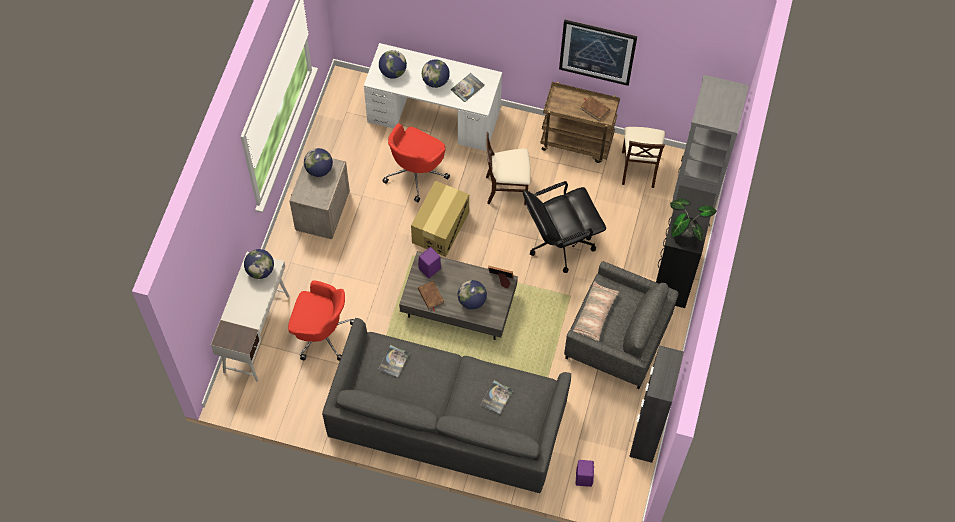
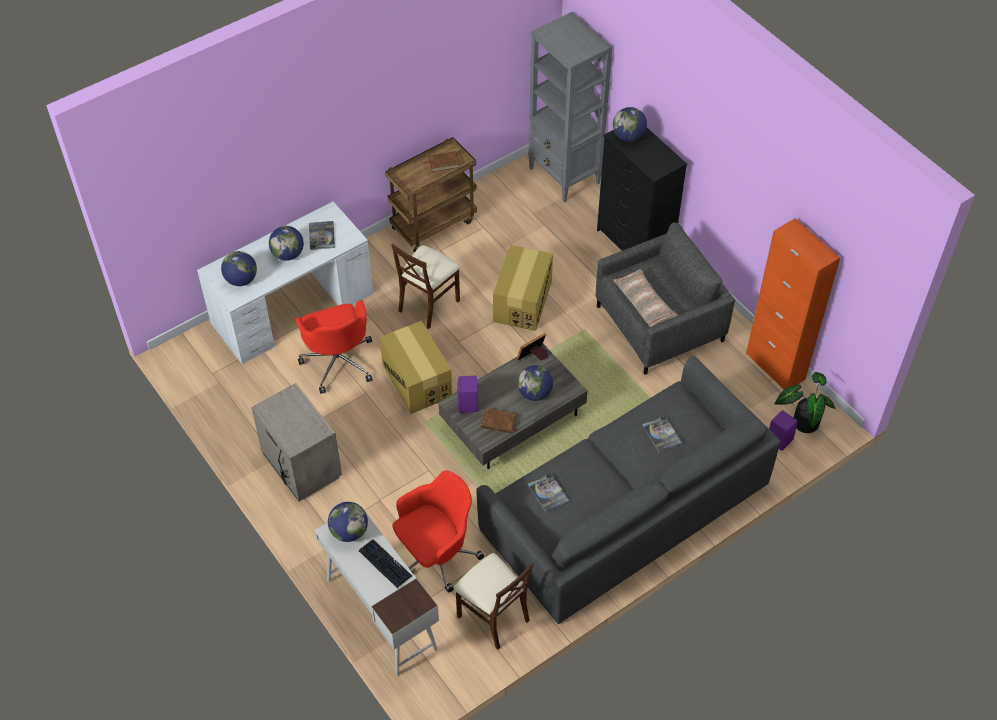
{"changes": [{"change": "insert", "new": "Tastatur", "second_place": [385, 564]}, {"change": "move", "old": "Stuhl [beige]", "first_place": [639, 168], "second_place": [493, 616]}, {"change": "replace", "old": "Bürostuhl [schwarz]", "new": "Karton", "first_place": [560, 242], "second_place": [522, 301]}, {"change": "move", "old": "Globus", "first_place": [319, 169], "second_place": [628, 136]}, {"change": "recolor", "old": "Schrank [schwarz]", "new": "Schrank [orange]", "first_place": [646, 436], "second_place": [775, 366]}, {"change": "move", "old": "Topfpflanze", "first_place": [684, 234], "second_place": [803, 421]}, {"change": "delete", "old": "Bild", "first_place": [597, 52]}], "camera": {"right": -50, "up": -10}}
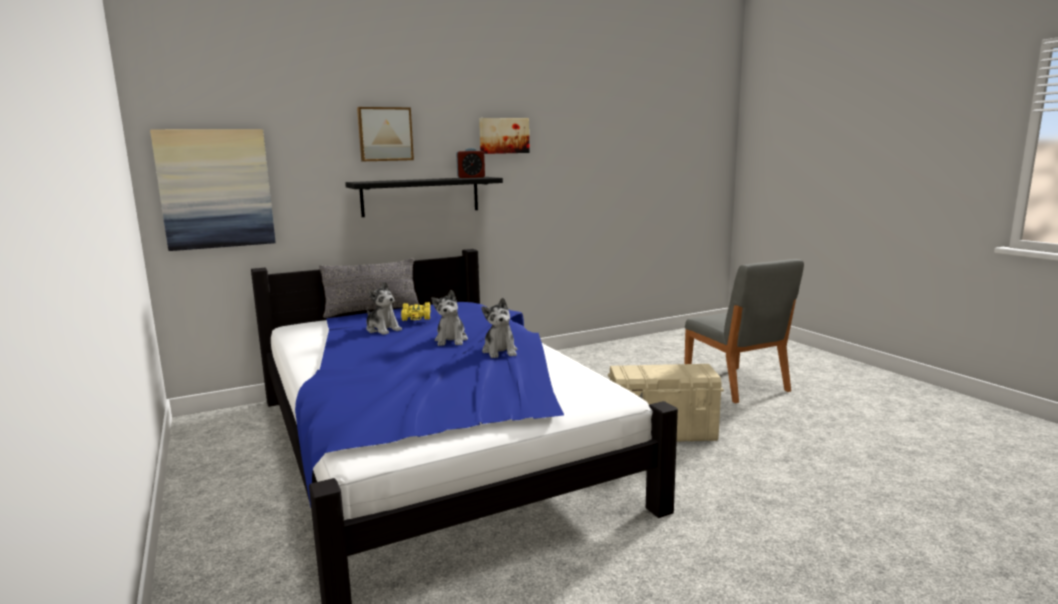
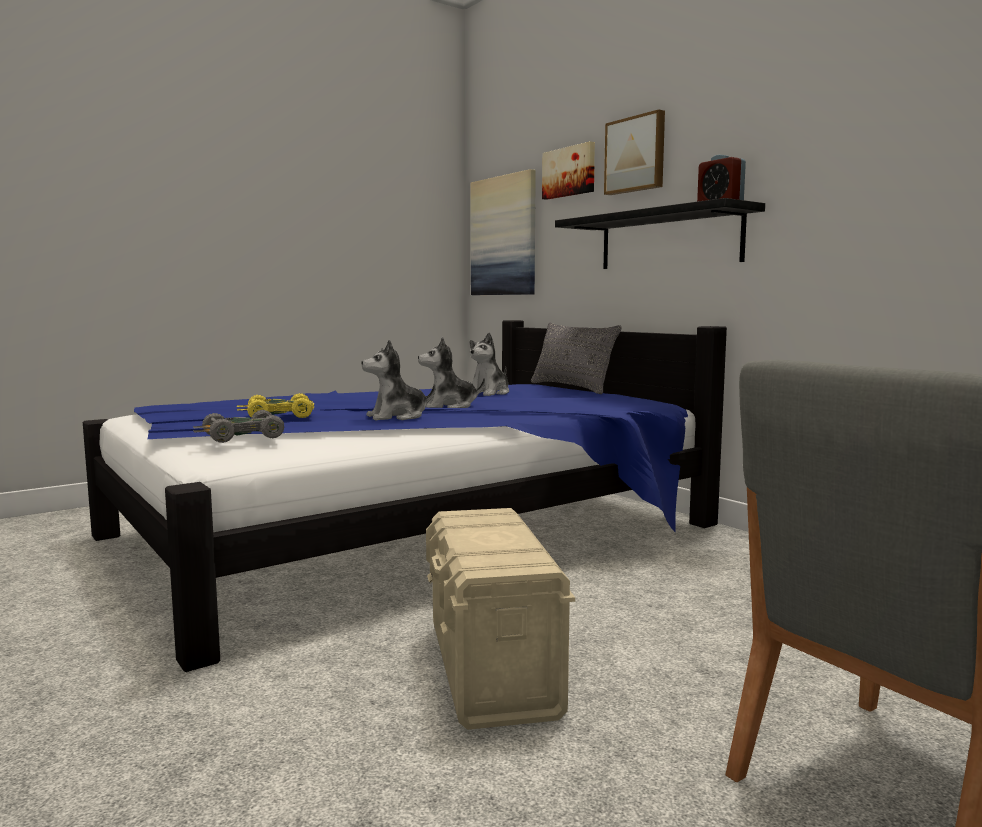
{"changes": [{"change": "insert", "new": "Spielzeugauto [grau]", "second_place": [242, 437]}, {"change": "move", "old": "Spielzeugauto [gelb]", "first_place": [416, 317], "second_place": [278, 416]}, {"change": "move", "old": "Bild", "first_place": [503, 135], "second_place": [569, 172]}], "camera": {"right": 80, "up": -5}}
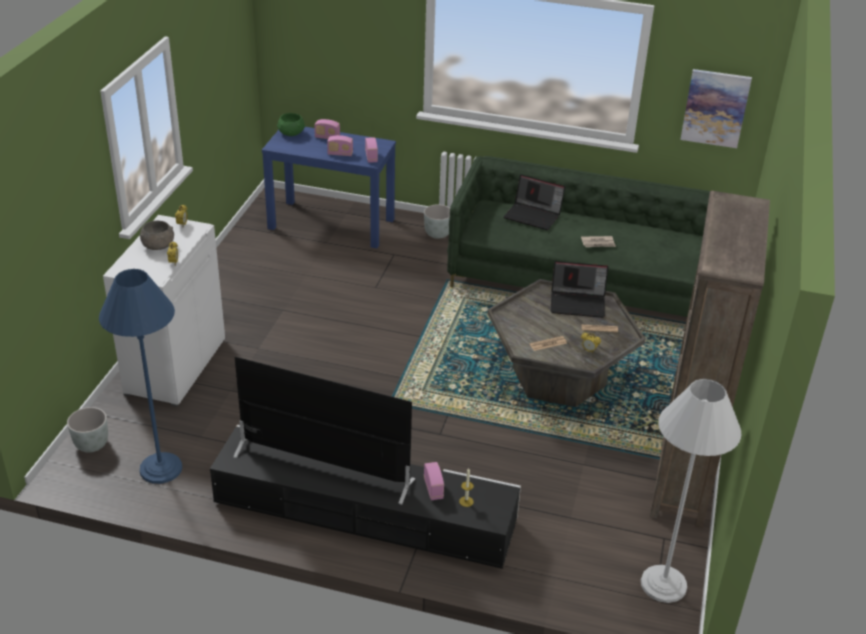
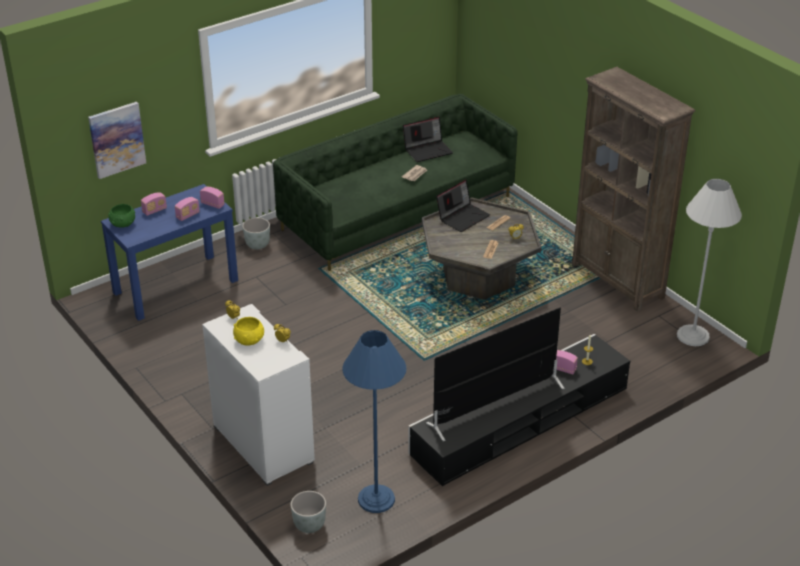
{"changes": [{"change": "move", "old": "Bild", "first_place": [715, 108], "second_place": [117, 139]}, {"change": "recolor", "old": "Schüssel [grau]", "new": "Schüssel [gelb]", "first_place": [158, 246], "second_place": [249, 340]}, {"change": "move", "old": "Laptop", "first_place": [533, 215], "second_place": [428, 150]}], "camera": {"right": -50, "up": 0}}
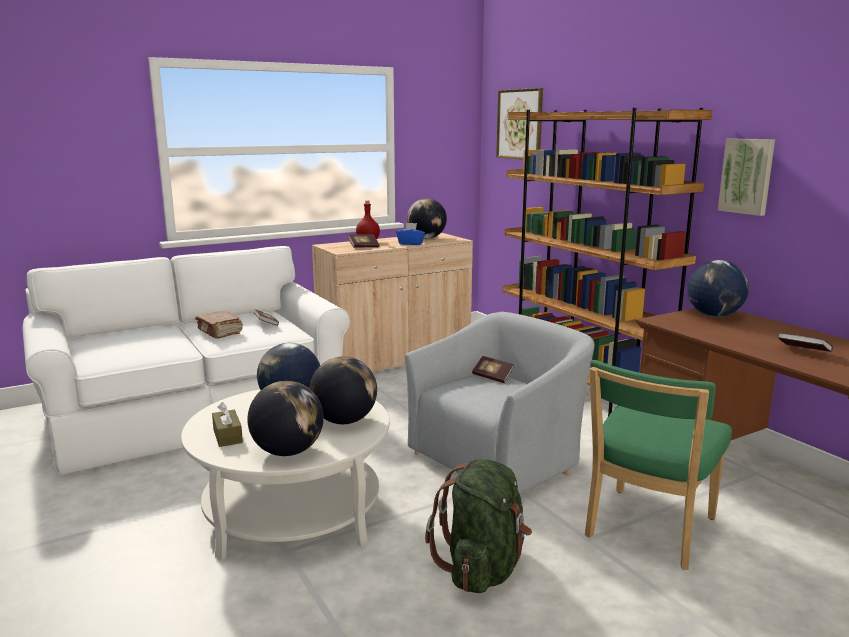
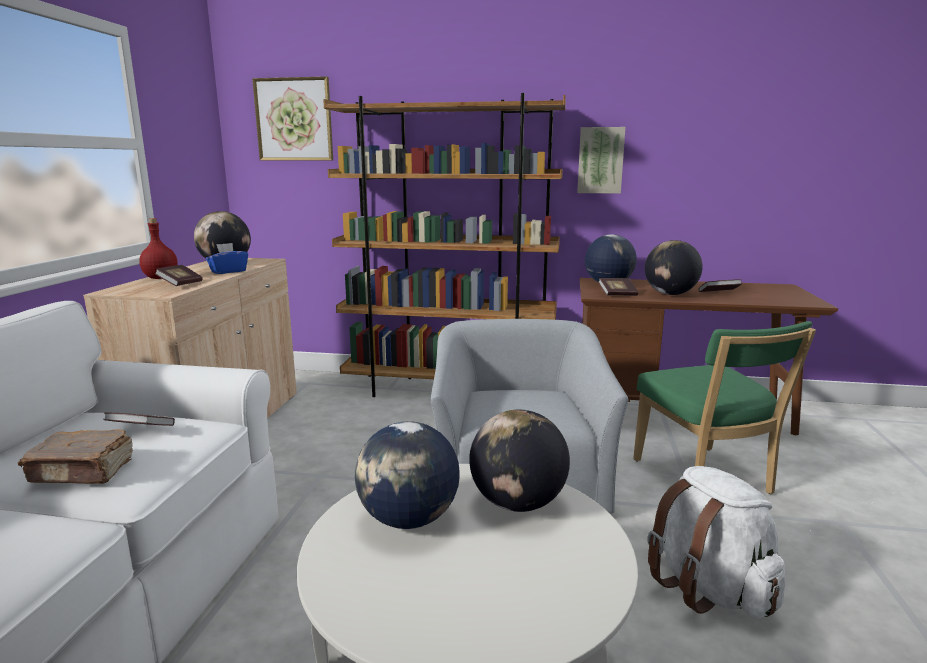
{"changes": [{"change": "move", "old": "Buch", "first_place": [492, 377], "second_place": [617, 295]}, {"change": "move", "old": "Globus", "first_place": [288, 451], "second_place": [670, 294]}, {"change": "recolor", "old": "Rucksack [grün]", "new": "Rucksack [weiß]", "first_place": [482, 568], "second_place": [709, 588]}, {"change": "delete", "old": "Taschentuchbox [braun]", "first_place": [227, 436]}], "camera": {"right": -50, "up": 0}}
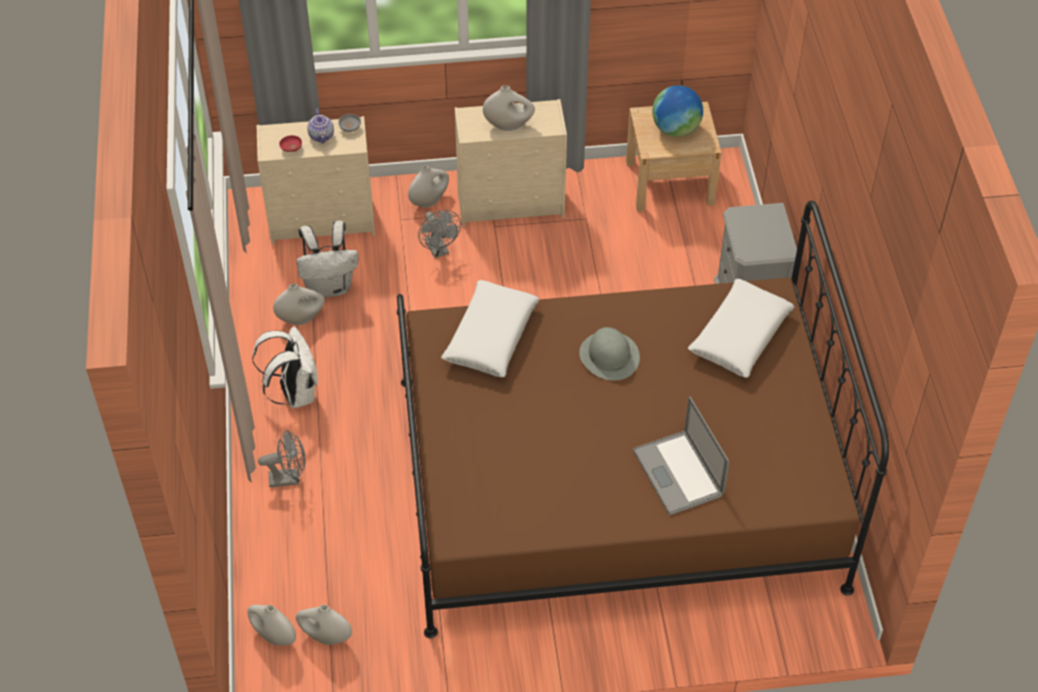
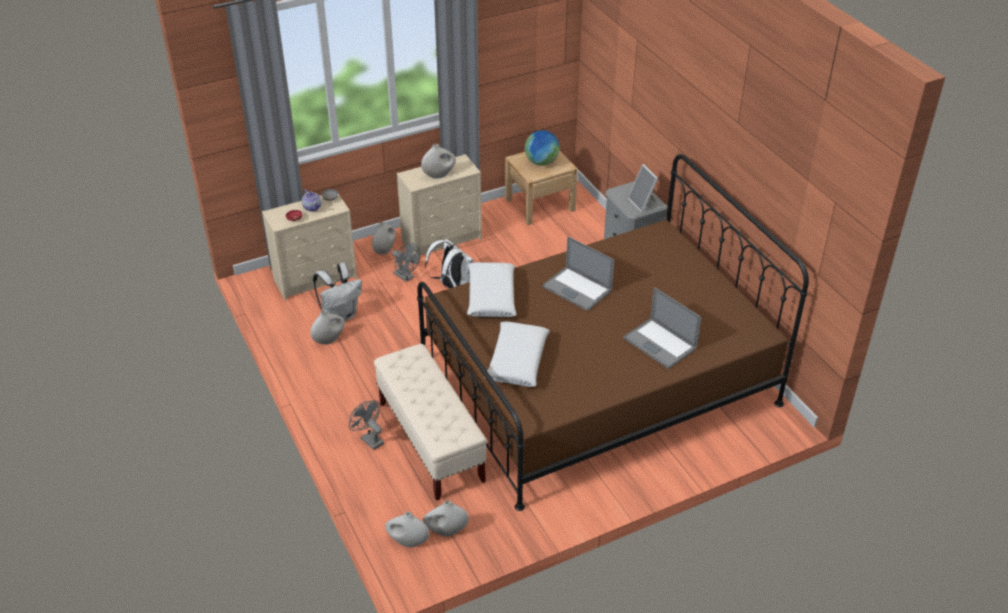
{"changes": [{"change": "rotate", "old": "Ventilator [grau]", "first_place": [289, 478], "second_place": [369, 439], "degrees": -105}, {"change": "insert", "new": "Bank [beige]", "second_place": [431, 442]}, {"change": "move", "old": "Rucksack [weiß]", "first_place": [294, 393], "second_place": [452, 287]}, {"change": "move", "old": "Kissen [weiß]", "first_place": [740, 335], "second_place": [517, 361]}, {"change": "replace", "old": "Hut [grau]", "new": "Laptop", "first_place": [609, 356], "second_place": [577, 289]}, {"change": "insert", "new": "Bilderrahmen", "second_place": [643, 203]}], "camera": {"right": -20, "up": -10}}
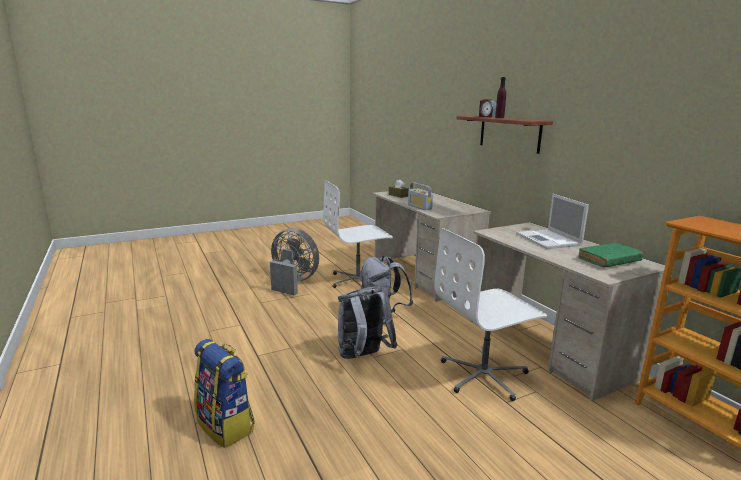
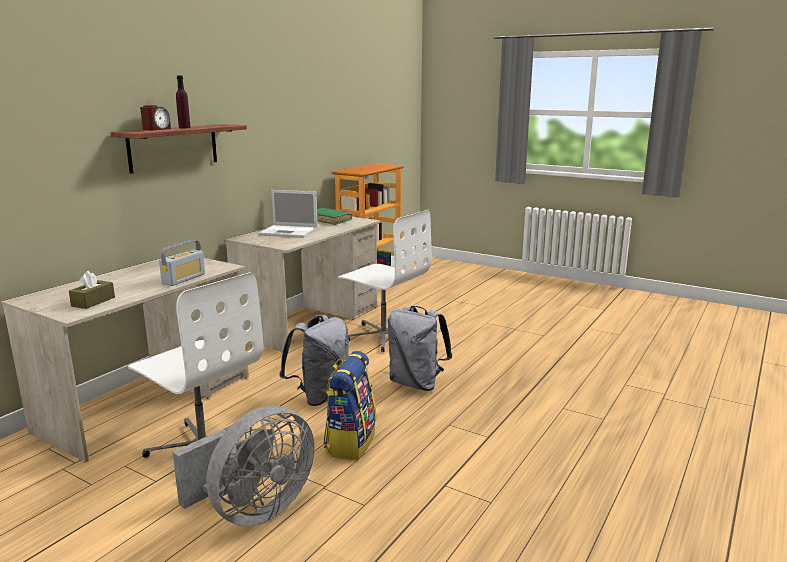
{"changes": [{"change": "rotate", "old": "Ventilator [grau]", "first_place": [293, 282], "second_place": [253, 511], "degrees": -135}, {"change": "rotate", "old": "Laptop", "first_place": [549, 240], "second_place": [289, 232], "degrees": 60}, {"change": "move", "old": "Rucksack", "first_place": [226, 425], "second_place": [350, 442]}], "camera": {"right": -120, "up": 0}}
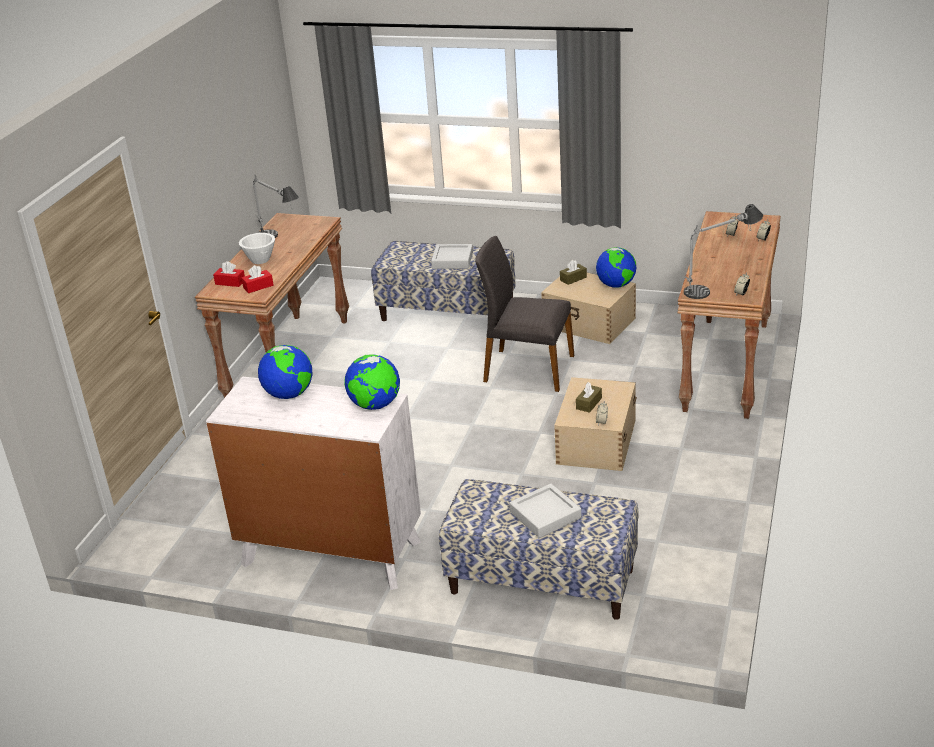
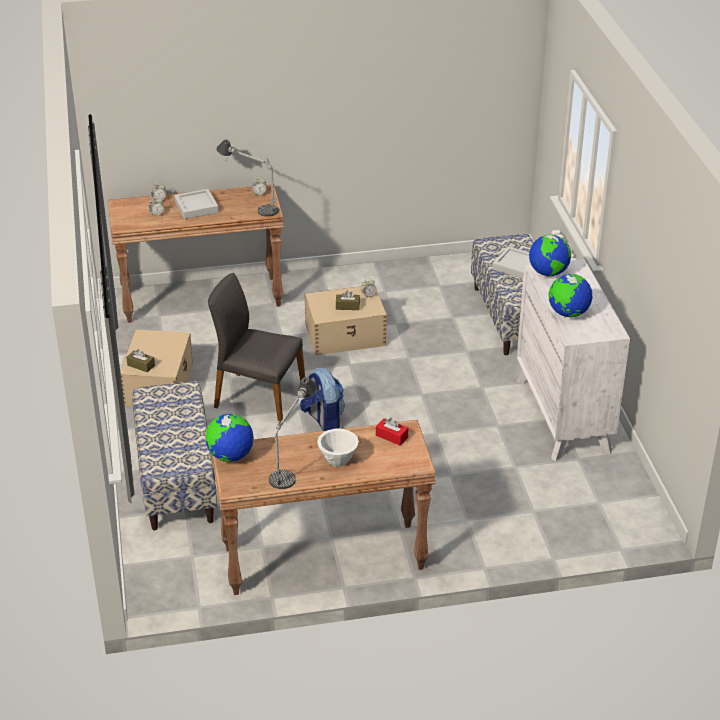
{"changes": [{"change": "move", "old": "Tablett [grau]", "first_place": [452, 260], "second_place": [196, 207]}, {"change": "move", "old": "Globus", "first_place": [616, 285], "second_place": [230, 456]}, {"change": "rotate", "old": "Stuhl [grau]", "first_place": [527, 369], "second_place": [258, 397], "degrees": 120}, {"change": "insert", "new": "Rucksack", "second_place": [323, 420]}, {"change": "delete", "old": "Taschentuchbox [rot]", "first_place": [230, 282]}], "camera": {"right": -120, "up": 5}}
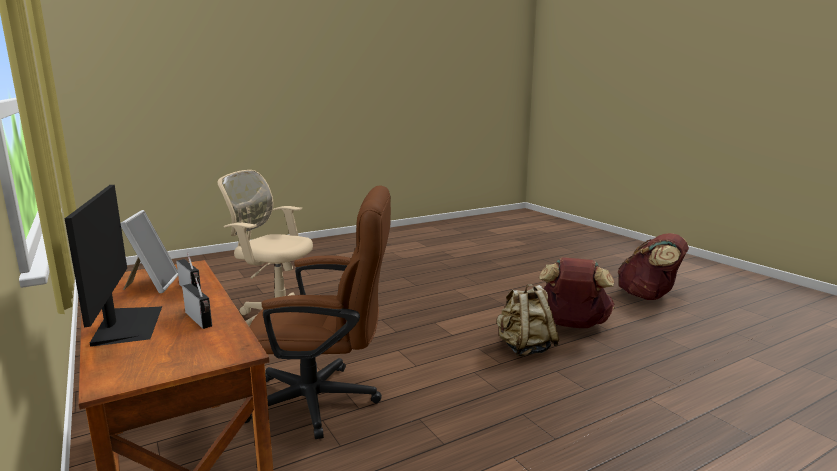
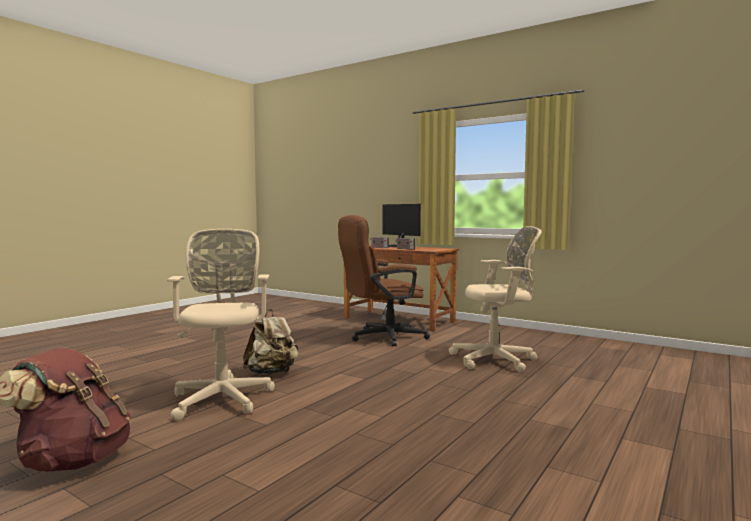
{"changes": [{"change": "replace", "old": "Rucksack [braun]", "new": "Bürostuhl [beige]", "first_place": [572, 325], "second_place": [223, 397]}, {"change": "delete", "old": "Bilderrahmen", "first_place": [152, 285]}], "camera": {"right": 155, "up": -10}}
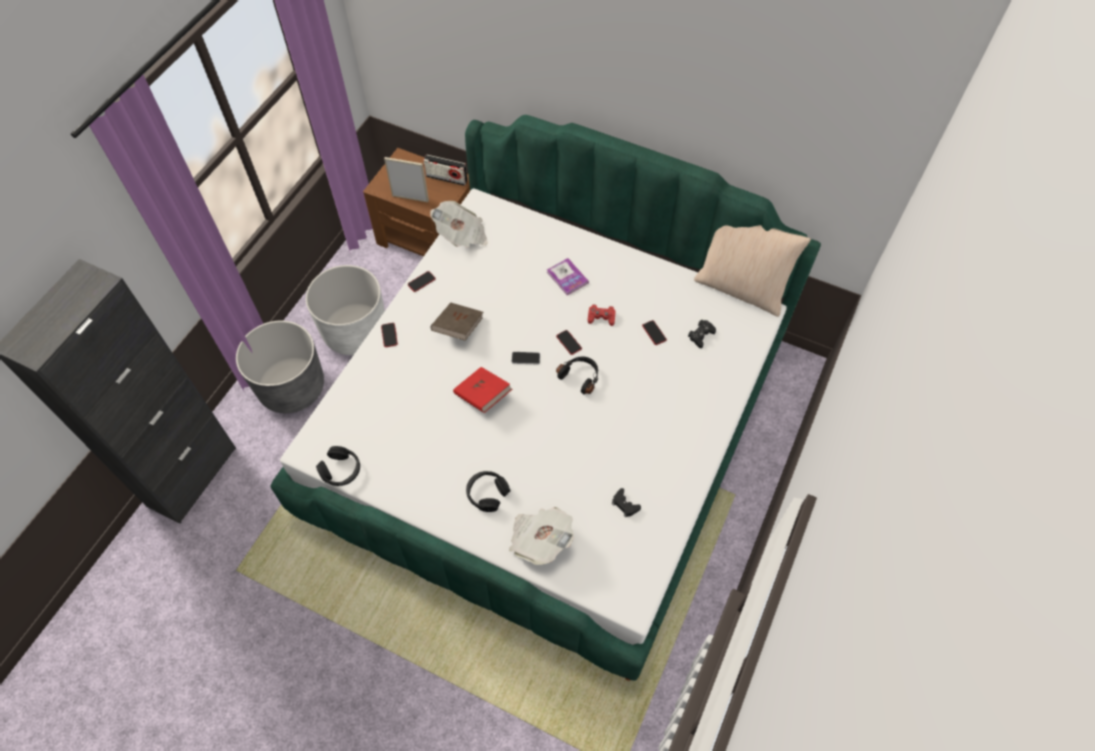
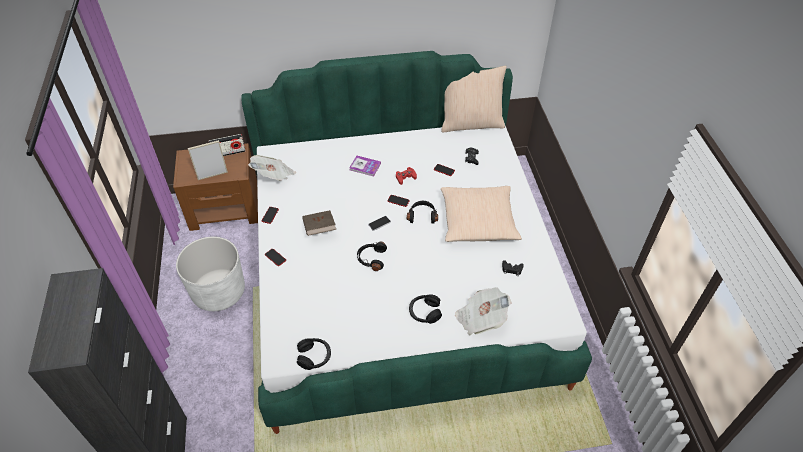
{"changes": [{"change": "replace", "old": "Buch [rot]", "new": "Kopfhörer [schwarz]", "first_place": [483, 396], "second_place": [371, 259]}, {"change": "insert", "new": "Kissen [beige]", "second_place": [478, 221]}, {"change": "delete", "old": "Pflanzkübel [grau]", "first_place": [292, 387]}], "camera": {"right": -35, "up": -10}}
